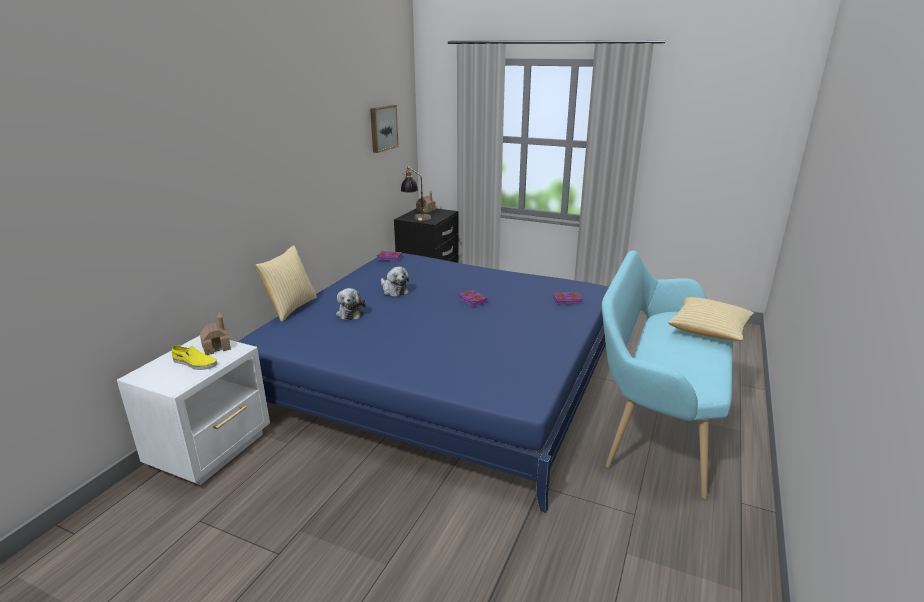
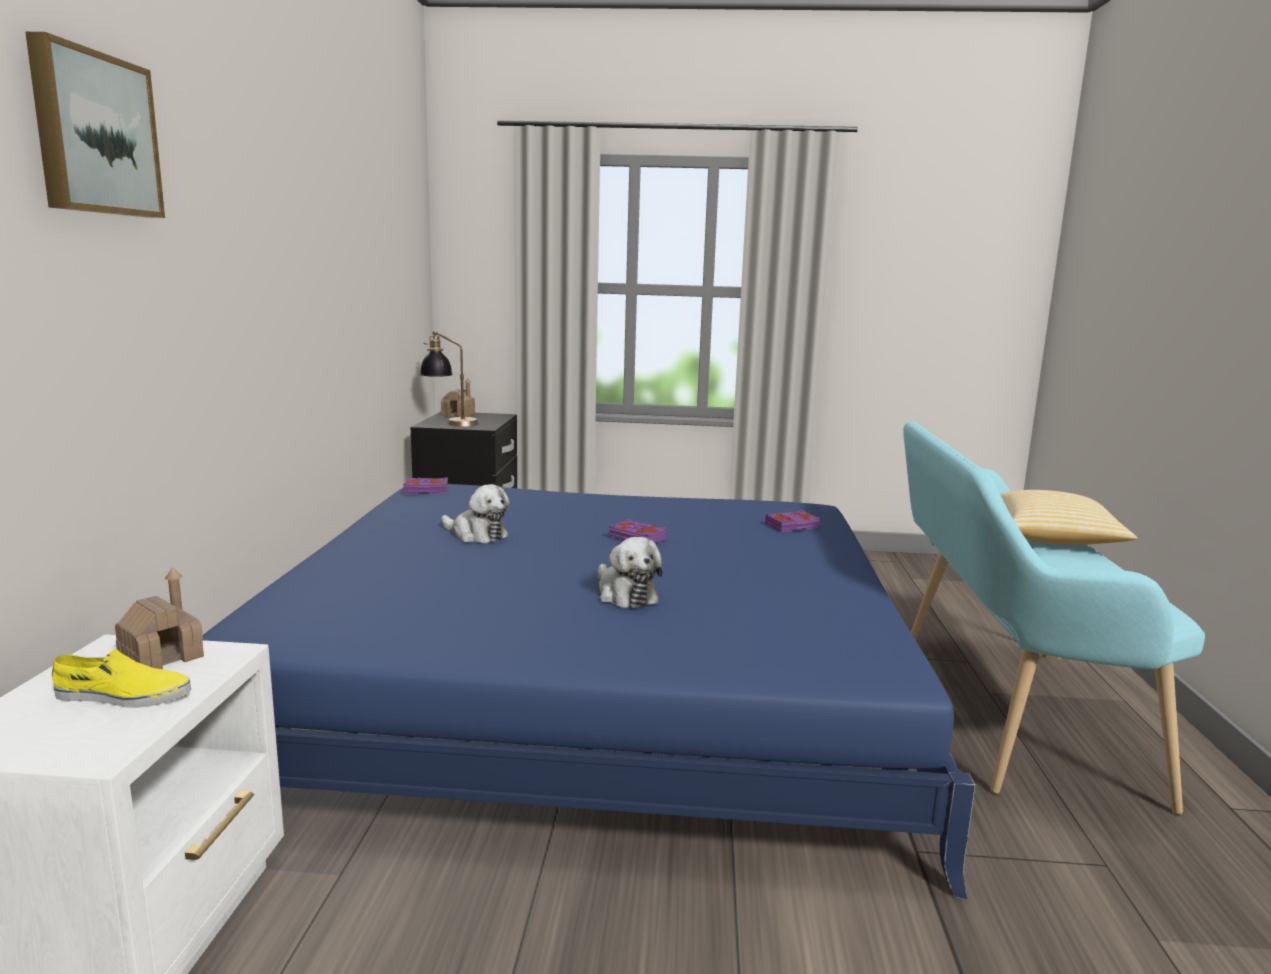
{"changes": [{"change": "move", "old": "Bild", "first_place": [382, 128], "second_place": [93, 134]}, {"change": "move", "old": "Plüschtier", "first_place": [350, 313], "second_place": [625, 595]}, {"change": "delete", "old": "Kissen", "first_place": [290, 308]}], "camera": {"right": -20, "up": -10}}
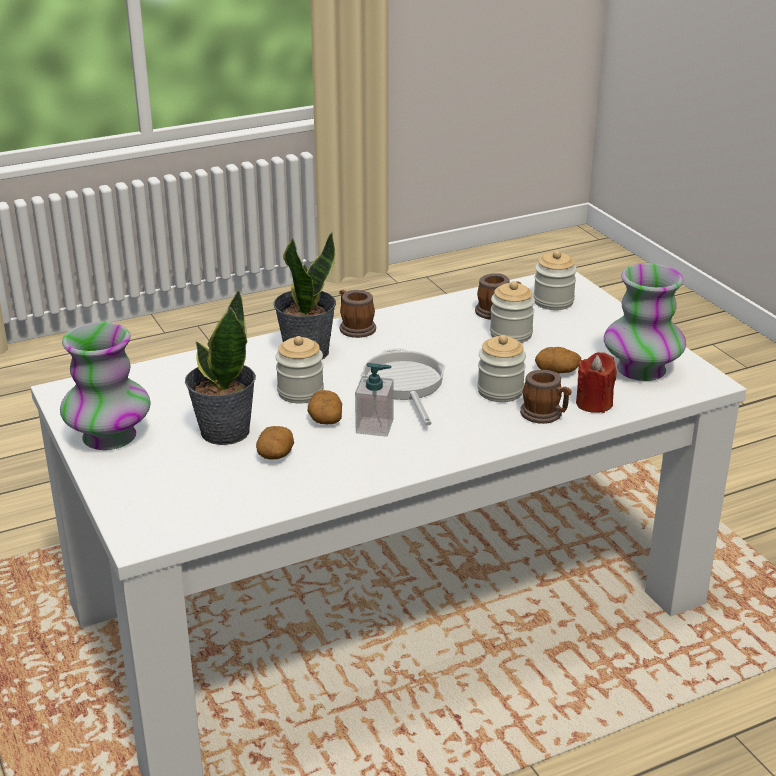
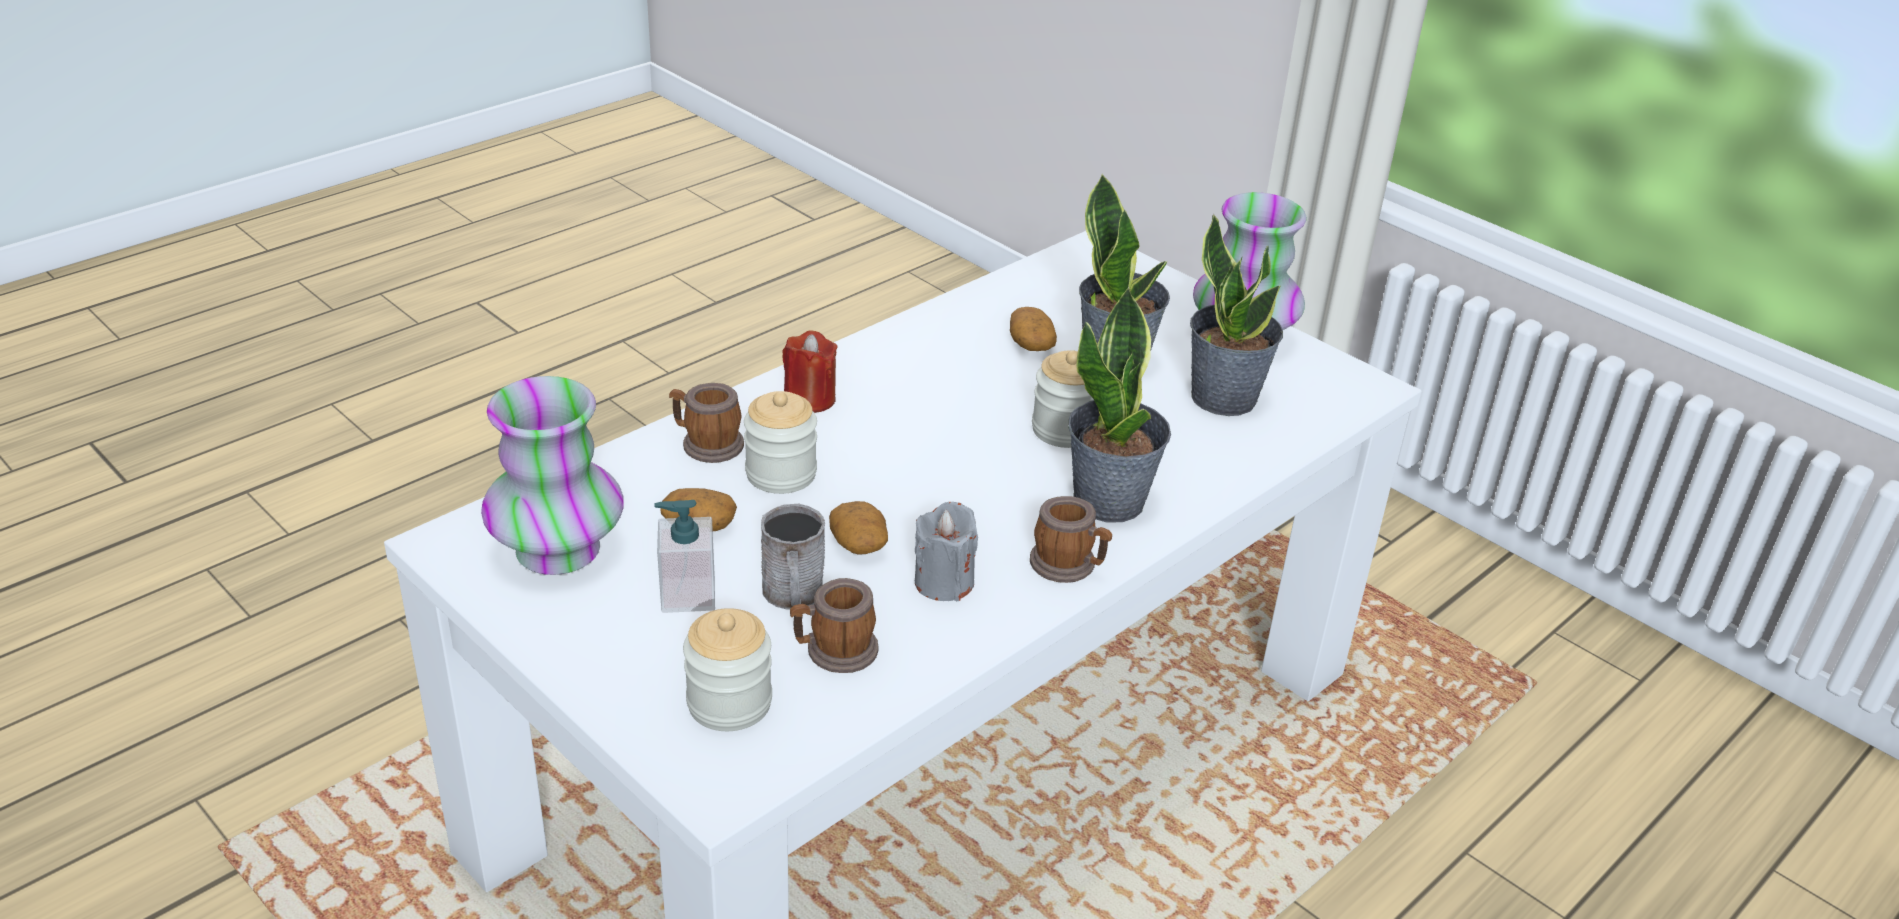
{"changes": [{"change": "move", "old": "Seifenspender", "first_place": [375, 426], "second_place": [687, 595]}, {"change": "replace", "old": "Vorratsglas", "new": "Henkelbecher [grau]", "first_place": [511, 334], "second_place": [793, 596]}, {"change": "move", "old": "Kerze [rot]", "first_place": [594, 403], "second_place": [809, 399]}, {"change": "move", "old": "Kartoffel", "first_place": [325, 418], "second_place": [859, 544]}, {"change": "insert", "new": "Kerze [grau]", "second_place": [944, 582]}, {"change": "insert", "new": "Topfpflanze", "second_place": [1224, 397]}, {"change": "delete", "old": "Pfanne", "first_place": [404, 384]}], "camera": {"right": 160, "up": 5}}
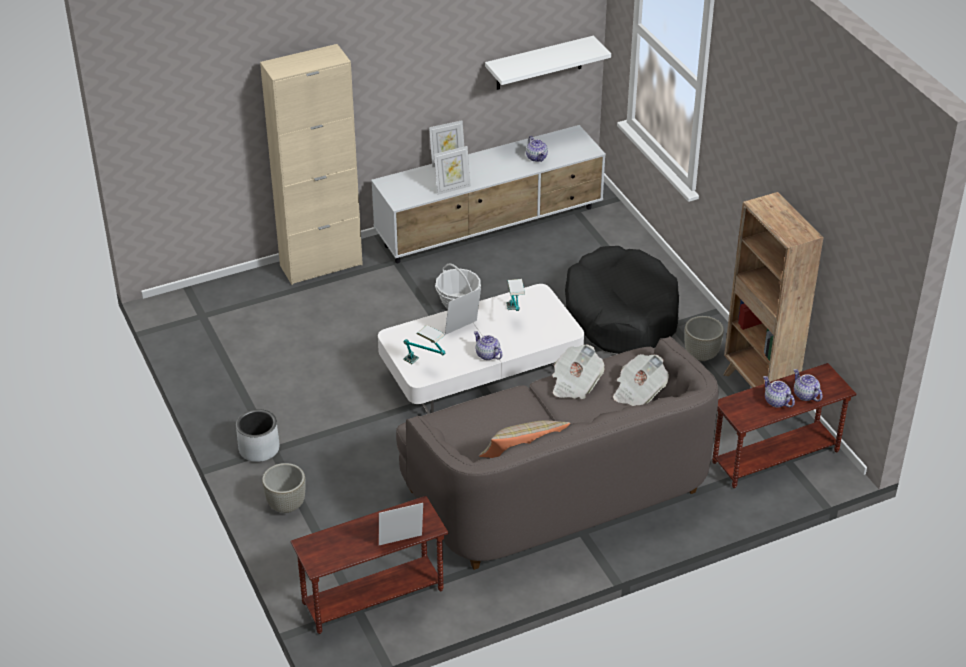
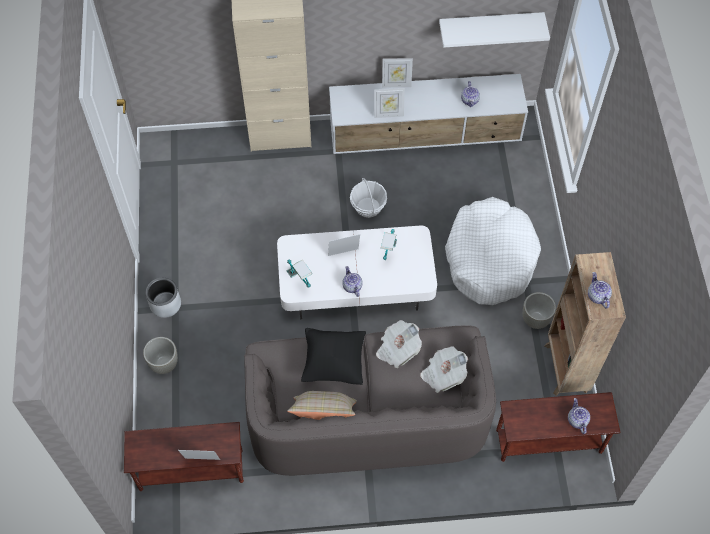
{"changes": [{"change": "insert", "new": "Kissen [schwarz]", "second_place": [333, 363]}, {"change": "recolor", "old": "Hundebett [schwarz]", "new": "Hundebett [weiß]", "first_place": [621, 314], "second_place": [490, 258]}, {"change": "move", "old": "Teekanne", "first_place": [776, 401], "second_place": [597, 296]}], "camera": {"right": 20, "up": 20}}
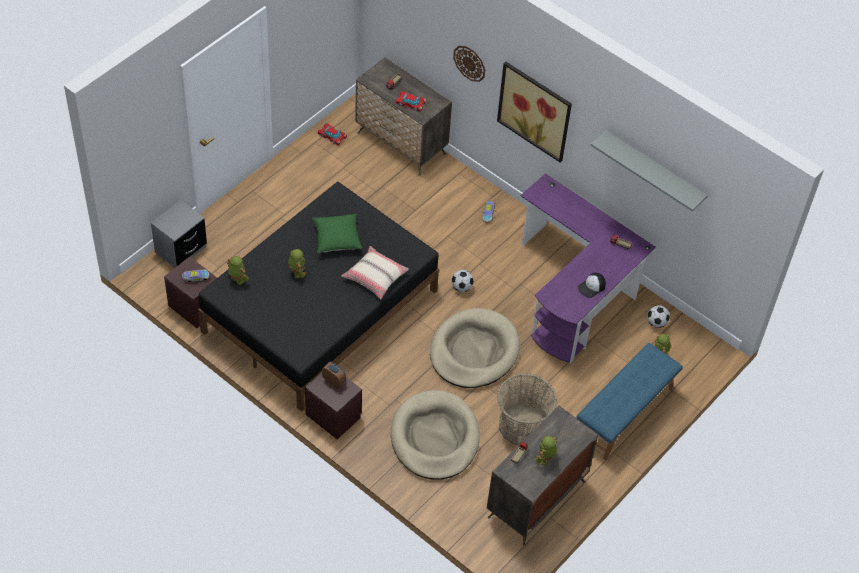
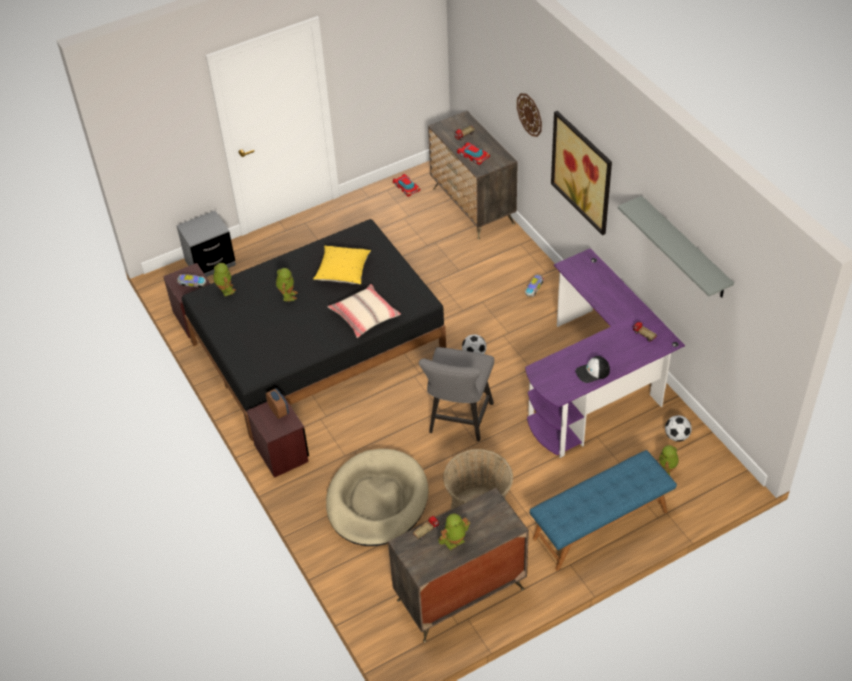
{"changes": [{"change": "recolor", "old": "Kissen [grün]", "new": "Kissen [gelb]", "first_place": [337, 239], "second_place": [343, 272]}, {"change": "replace", "old": "Hundebett [beige]", "new": "Stuhl [grau]", "first_place": [474, 351], "second_place": [458, 421]}], "camera": {"right": 25, "up": -5}}
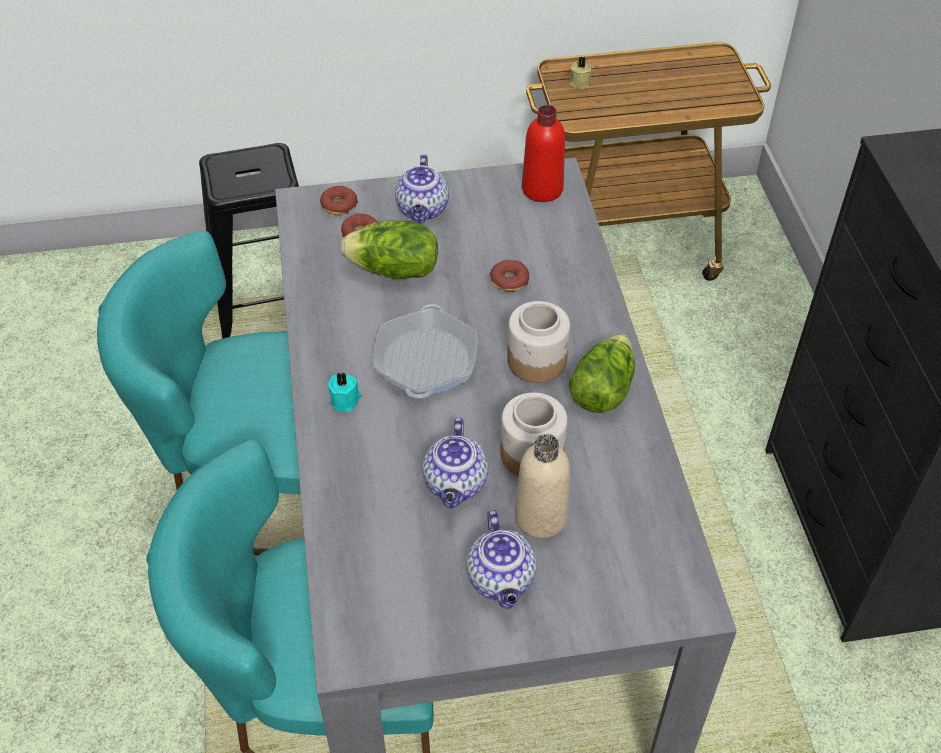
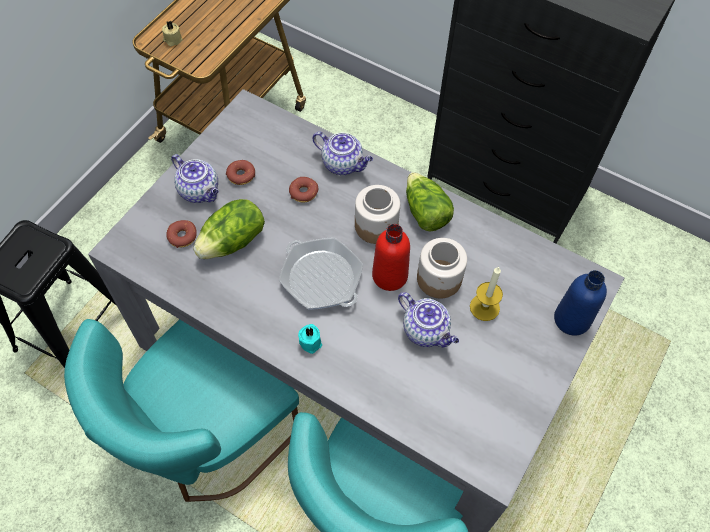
{"changes": [{"change": "move", "old": "Donut", "first_place": [339, 205], "second_place": [241, 175]}, {"change": "move", "old": "Teekanne", "first_place": [502, 580], "second_place": [343, 164]}, {"change": "move", "old": "Flasche [rot]", "first_place": [542, 189], "second_place": [389, 276]}, {"change": "replace", "old": "Flasche [beige]", "new": "Kerze", "first_place": [540, 517], "second_place": [484, 307]}, {"change": "insert", "new": "Flasche [blau]", "second_place": [572, 319]}], "camera": {"right": -50, "up": 10}}
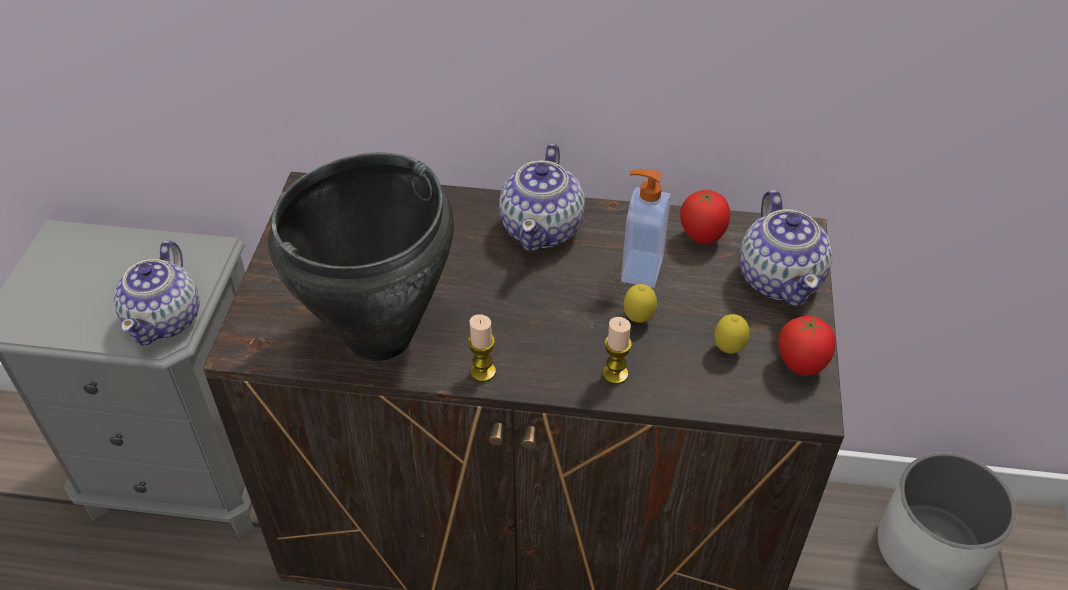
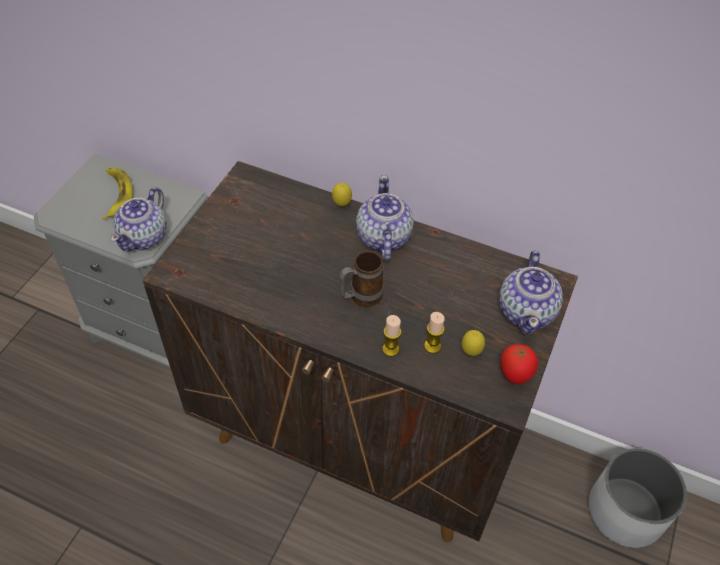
{"changes": [{"change": "insert", "new": "Banane", "second_place": [116, 195]}, {"change": "move", "old": "Zitrone", "first_place": [638, 319], "second_place": [341, 204]}, {"change": "insert", "new": "Henkelbecher", "second_place": [360, 297]}, {"change": "rotate", "old": "Teekanne", "first_place": [543, 228], "second_place": [383, 238], "degrees": 150}, {"change": "move", "old": "Kerze", "first_place": [483, 372], "second_place": [432, 346]}, {"change": "delete", "old": "Kochtopf [schwarz]", "first_place": [381, 336]}, {"change": "delete", "old": "Seifenspender", "first_place": [640, 268]}, {"change": "delete", "old": "Tomate", "first_place": [702, 237]}], "camera": {"right": 15, "up": 5}}
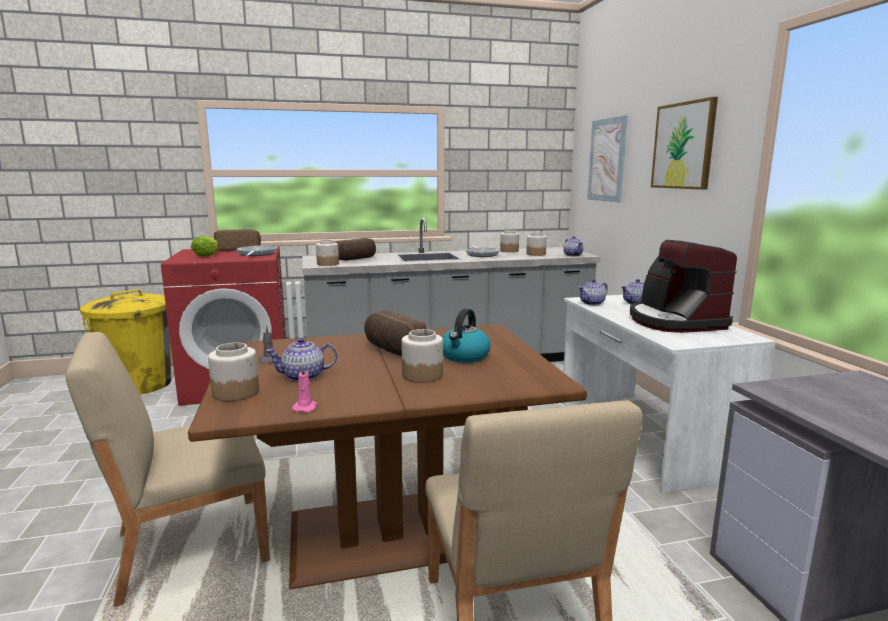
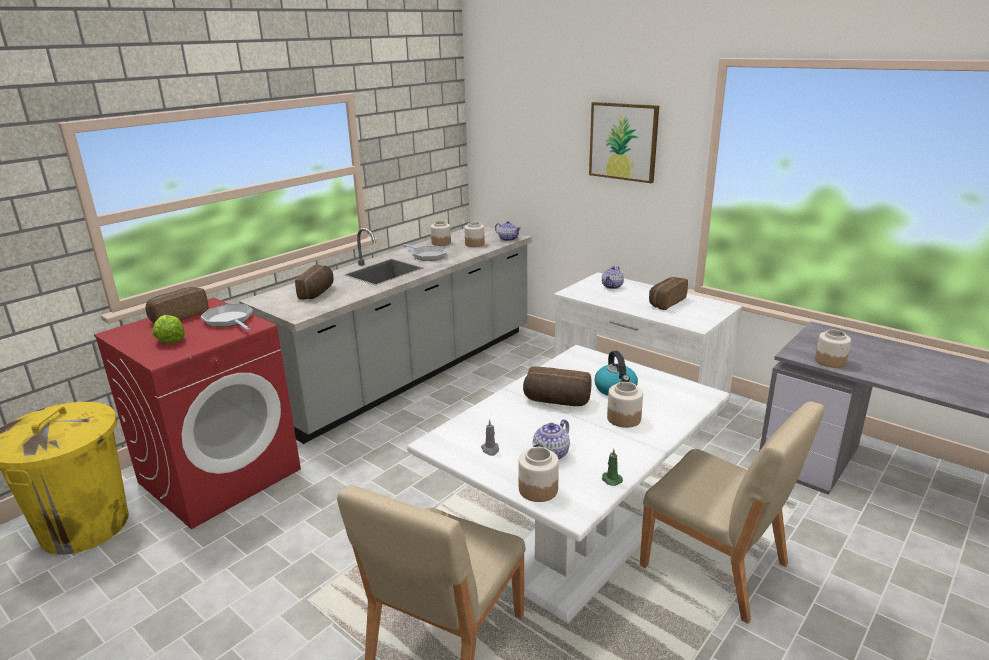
{"changes": [{"change": "recolor", "old": "Esstisch [braun]", "new": "Esstisch [weiß]", "first_place": [389, 531], "second_place": [573, 548]}, {"change": "recolor", "old": "Kerze [rosa]", "new": "Kerze [grün]", "first_place": [305, 407], "second_place": [611, 479]}, {"change": "replace", "old": "Kaffeemaschine", "new": "Brot", "first_place": [674, 321], "second_place": [665, 302]}, {"change": "move", "old": "Vorratsglas", "first_place": [328, 264], "second_place": [830, 361]}, {"change": "delete", "old": "Teekanne", "first_place": [592, 303]}, {"change": "delete", "old": "Bild", "first_place": [607, 160]}], "camera": {"right": -35, "up": 10}}
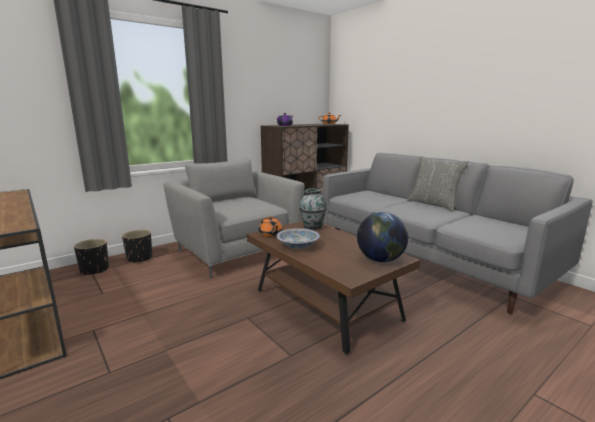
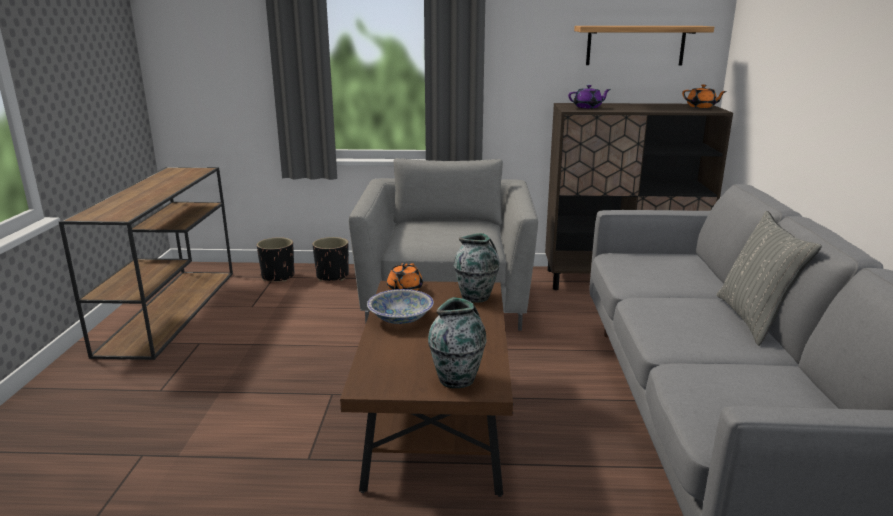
{"changes": [{"change": "replace", "old": "Globus", "new": "Vase", "first_place": [381, 260], "second_place": [457, 378]}, {"change": "insert", "new": "Wandregal", "second_place": [635, 45]}], "camera": {"right": 40, "up": 5}}
